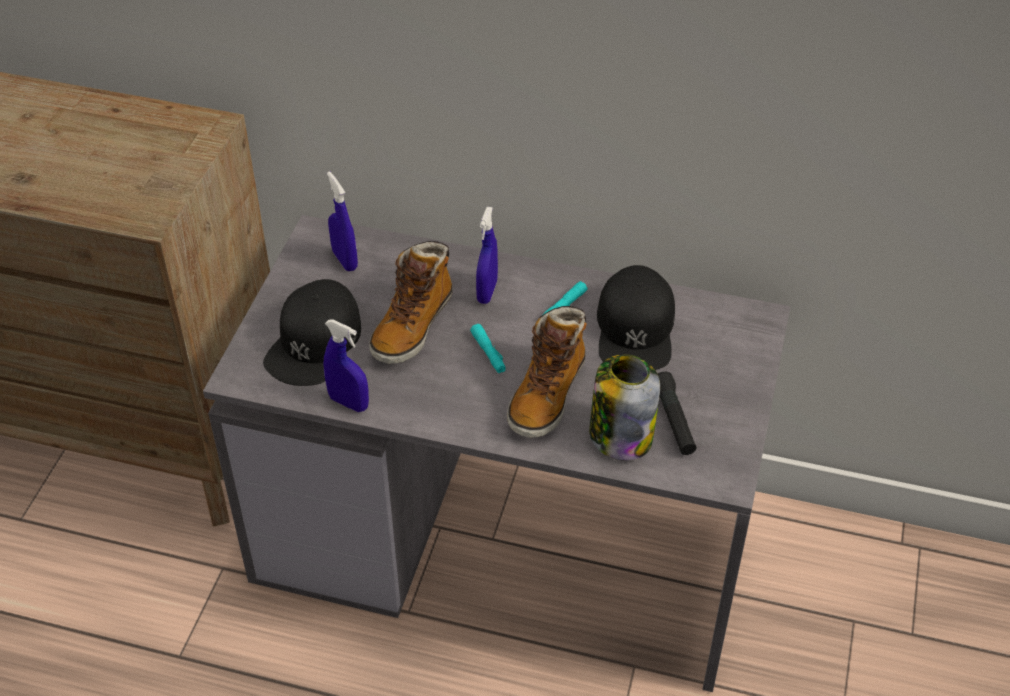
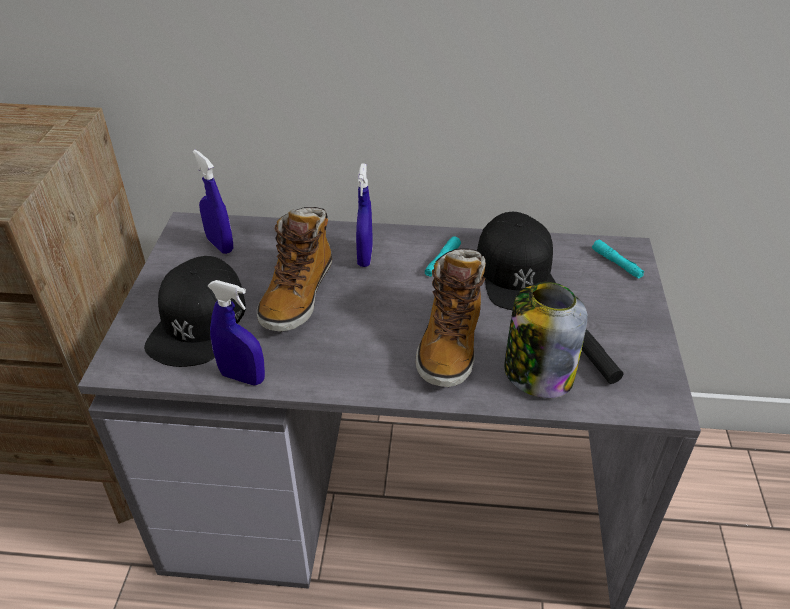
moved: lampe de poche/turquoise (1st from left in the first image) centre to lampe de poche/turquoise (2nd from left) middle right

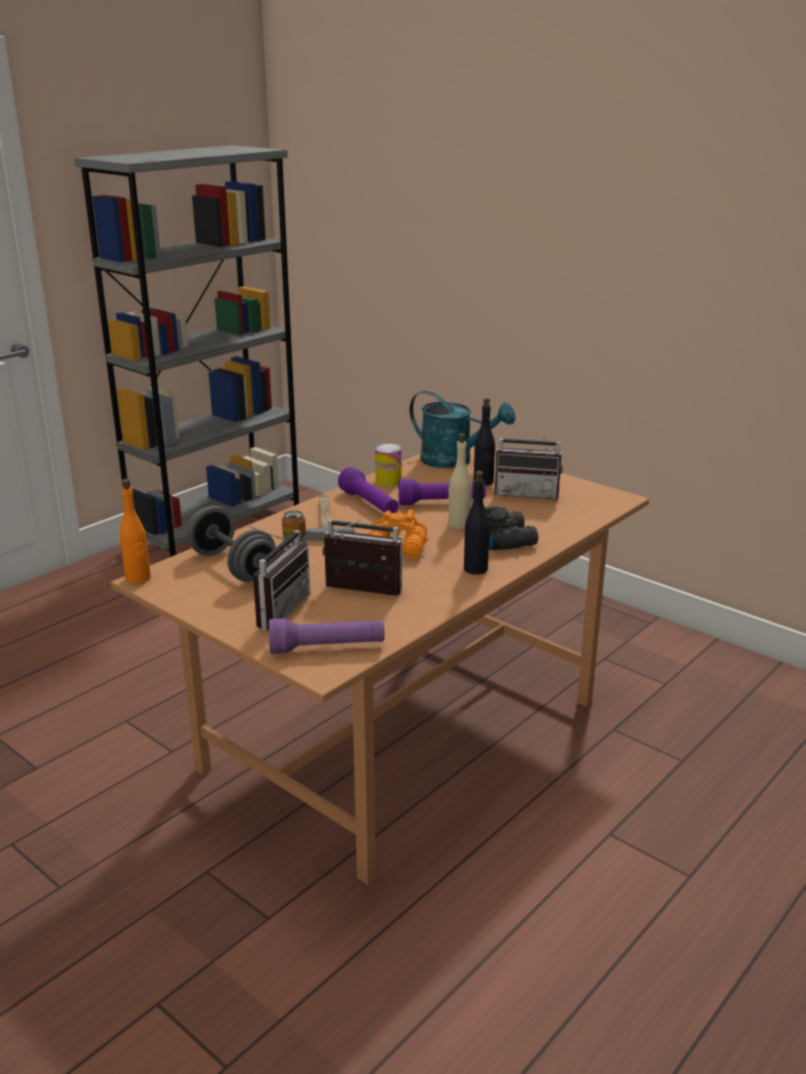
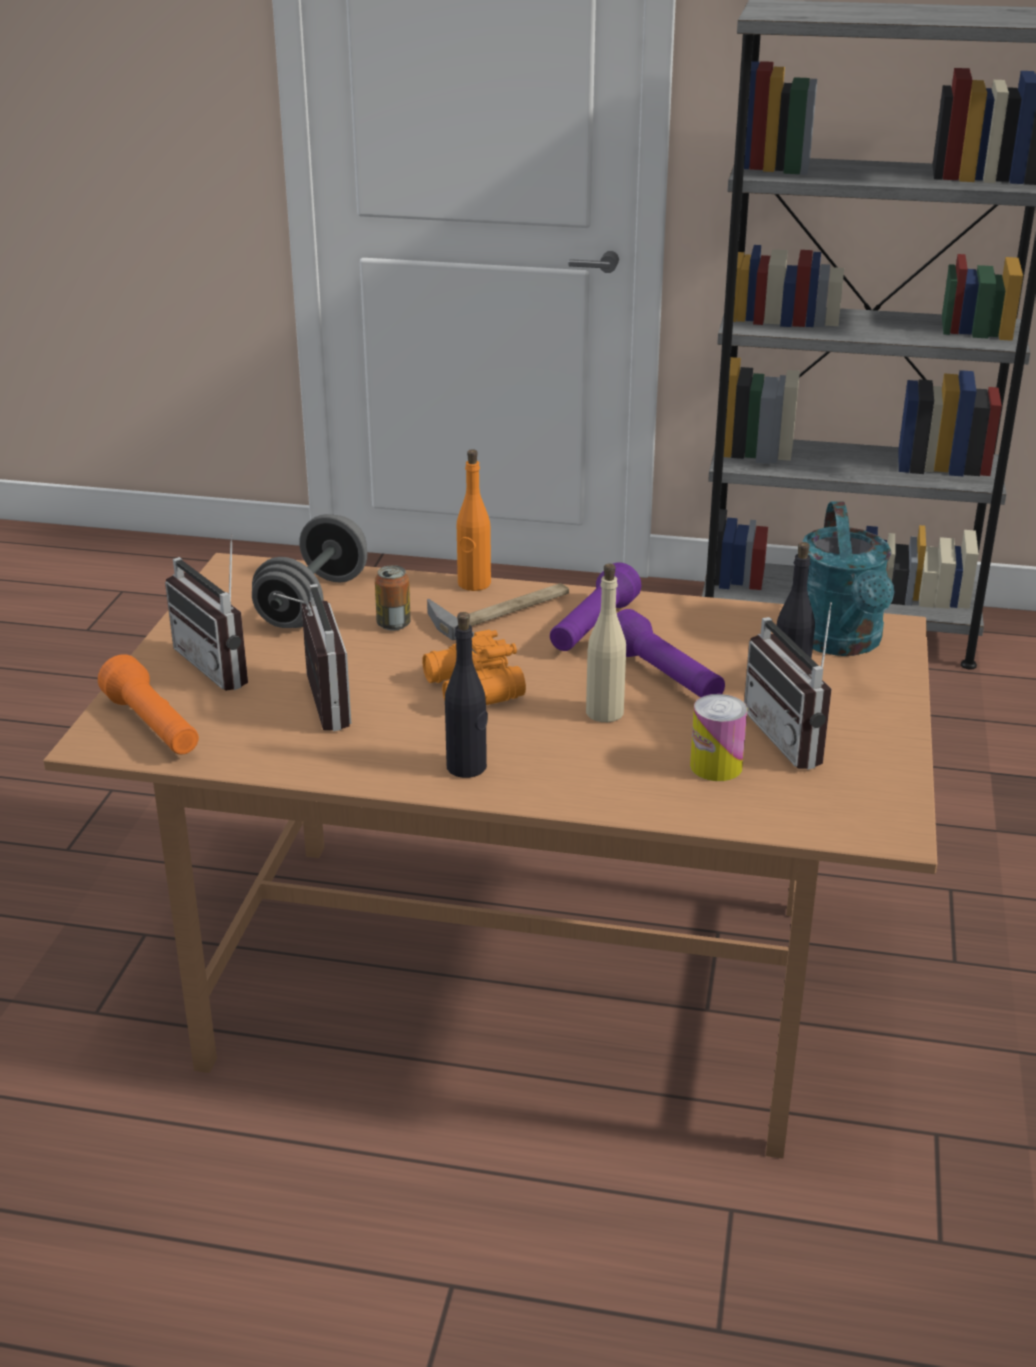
removed: jumelles/noir centre
moved: bouteille/orange middle left to centre; boîte métallique (2nd from left) centre to middle right
recoloured: lampe de poche/violet (1st from left) centre to lampe de poche/orange middle left
turned: radio (1st from left) centre = middle left 60 degrees clockwise

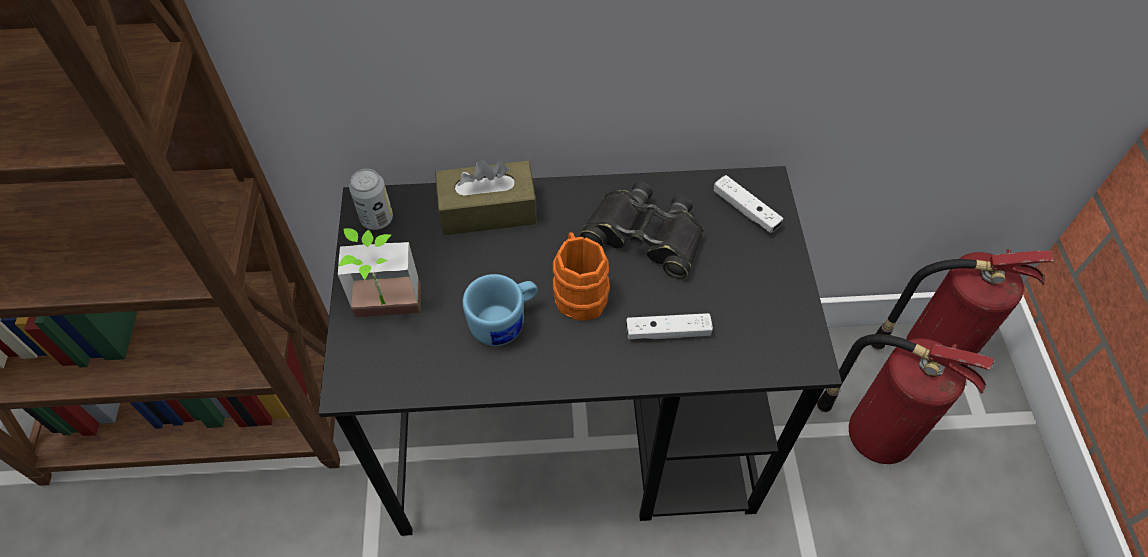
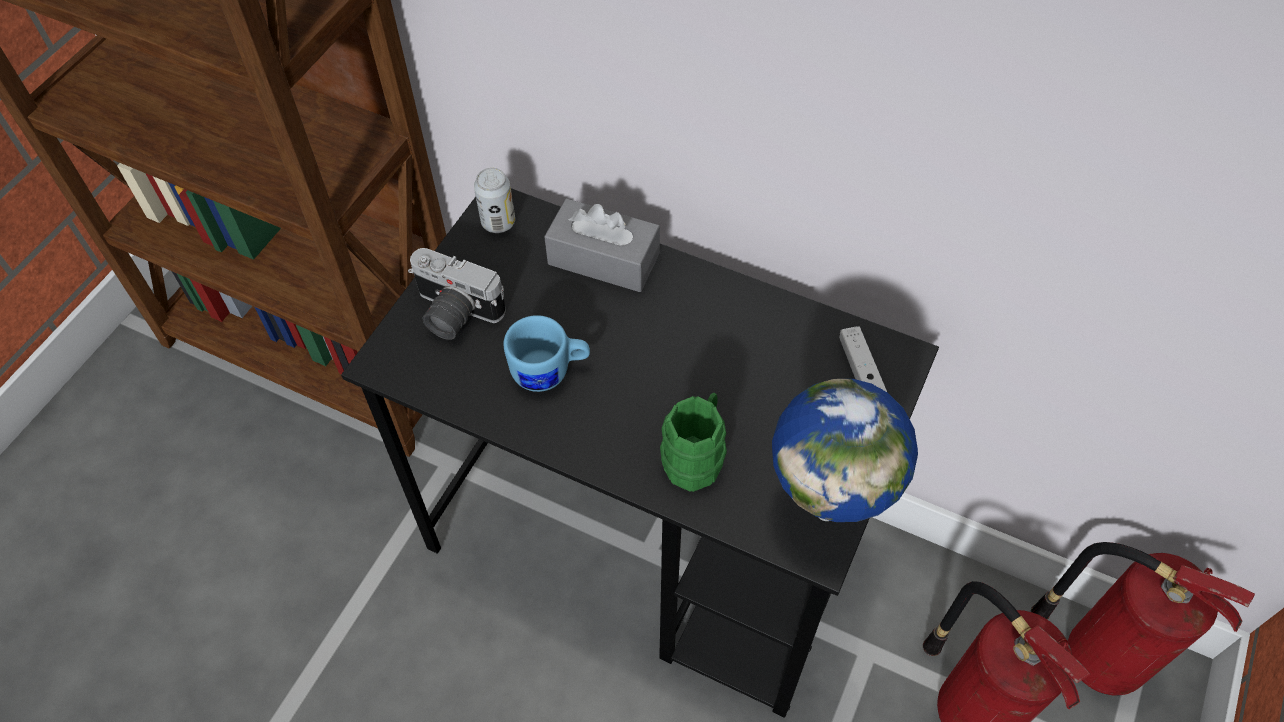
removed: mug/orange centre; jumelles/noir centre
added: globe centre
replaced: plante en pot middle left to appareil photo centre; manette/blanc (1st from left) centre to mug/vert centre
recoloured: boîte à mouchoirs/marron centre to boîte à mouchoirs/gris centre

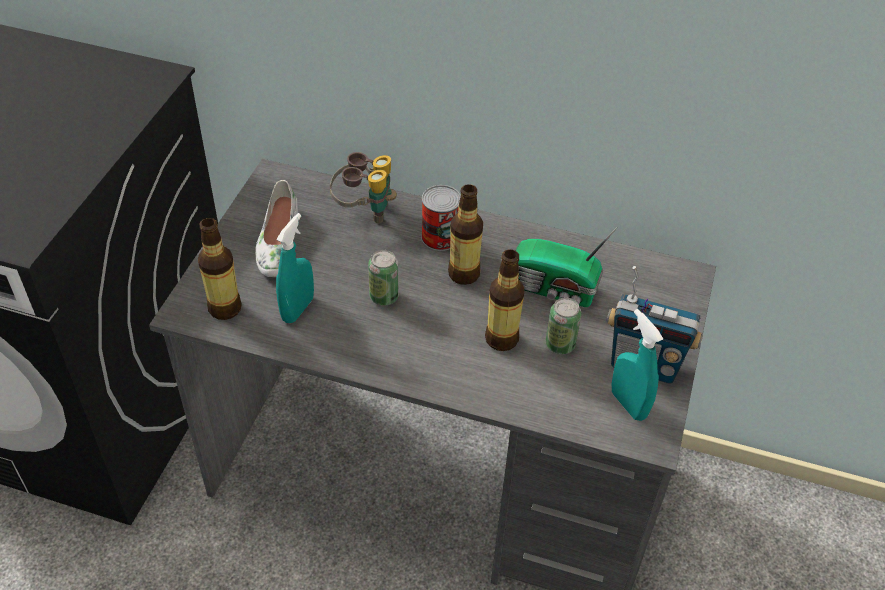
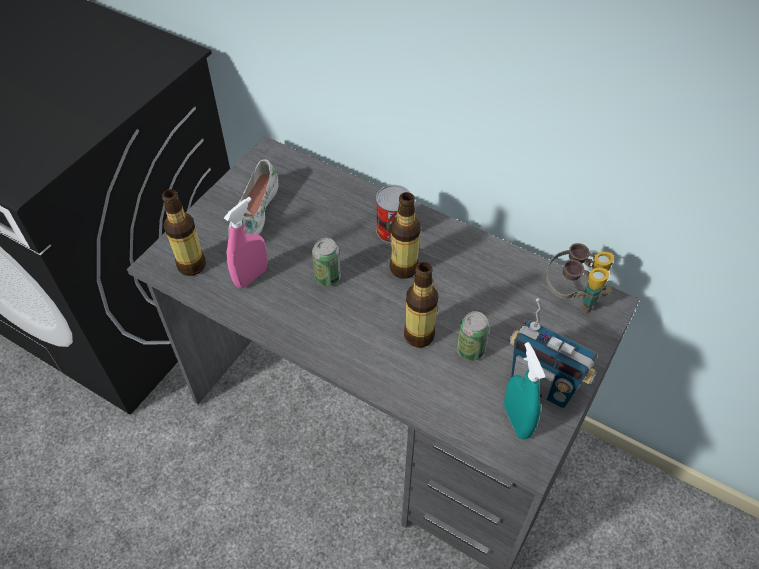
removed: radio (1st from left) centre
moved: jumelles top centre to middle right
recoloured: vaporisateur/turquoise (1st from left) centre to vaporisateur/rose middle left

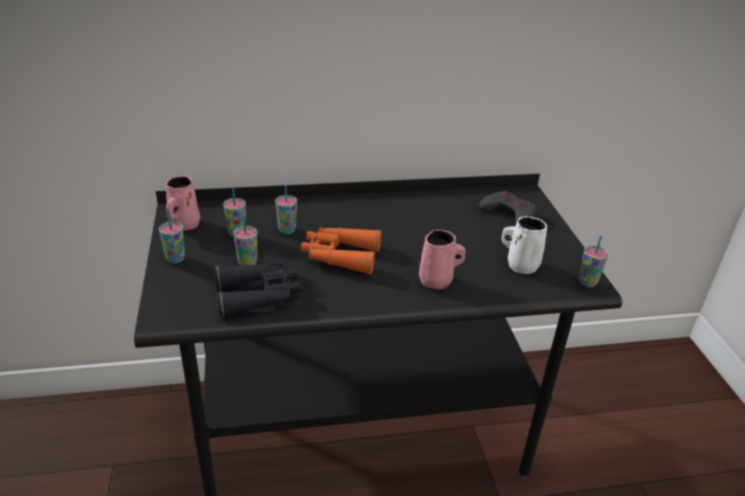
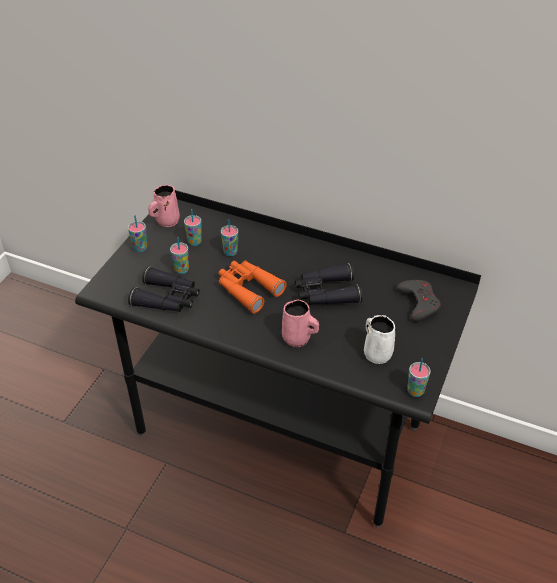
added: jumelles/noir (2nd from left) centre

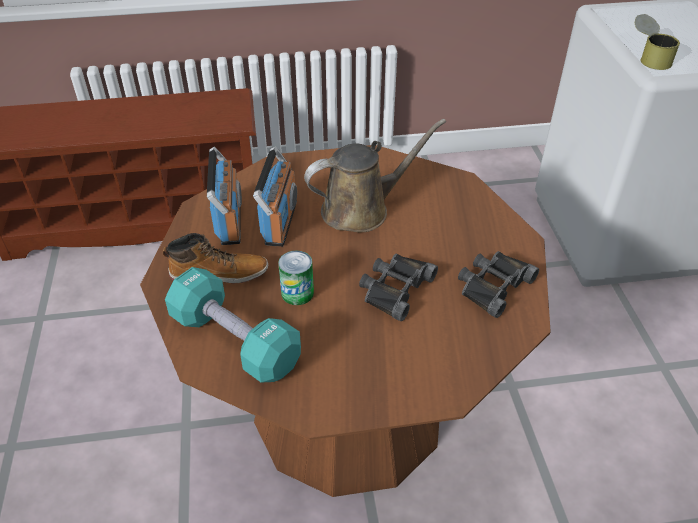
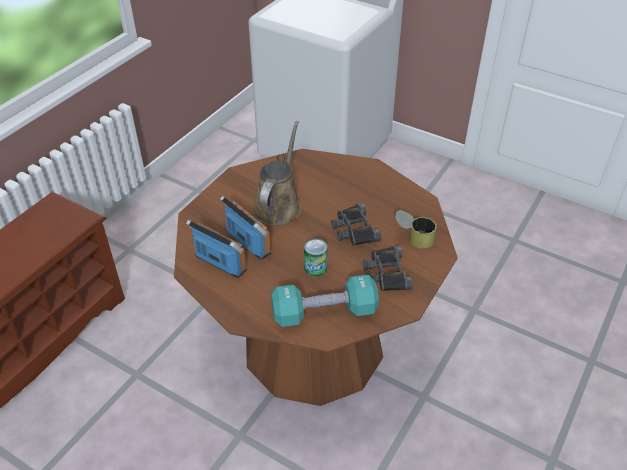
removed: botte middle left
moved: jumelles/noir (2nd from left) middle right to centre; boîte métallique (2nd from left) top right to centre

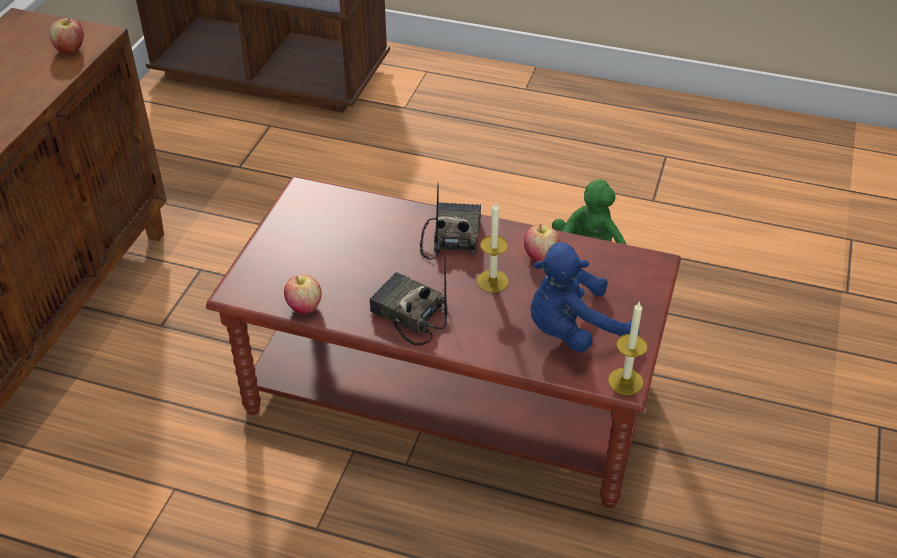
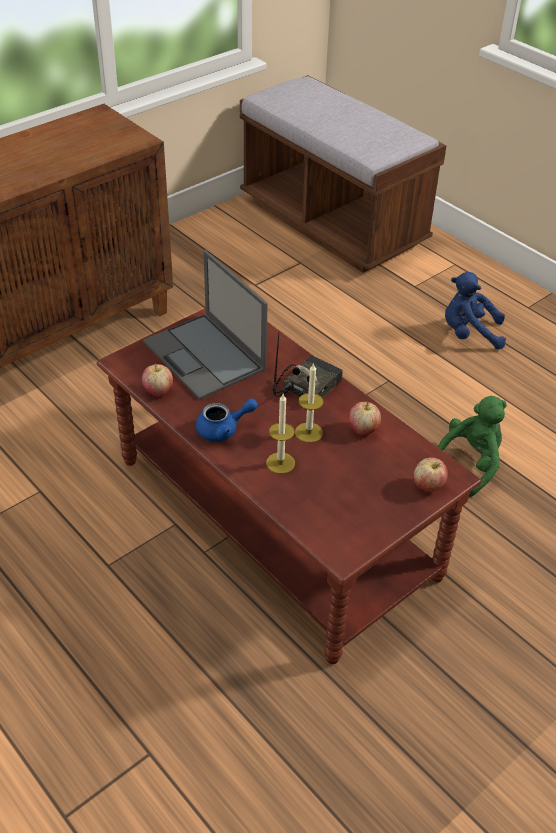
added: ordinateur portable centre
moved: bougie (2nd from left in the first image) middle right to bougie (1st from left) centre; pomme (1st from left in the first image) top left to pomme (3rd from left) middle right; peluche/bleu centre to middle right
replaced: radio (1st from left) centre to théière/bleu centre

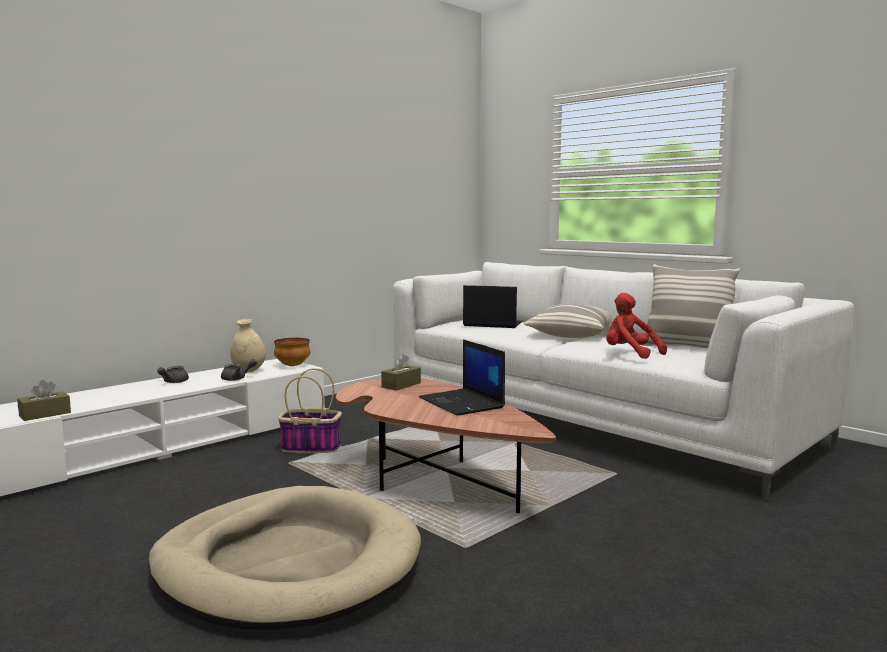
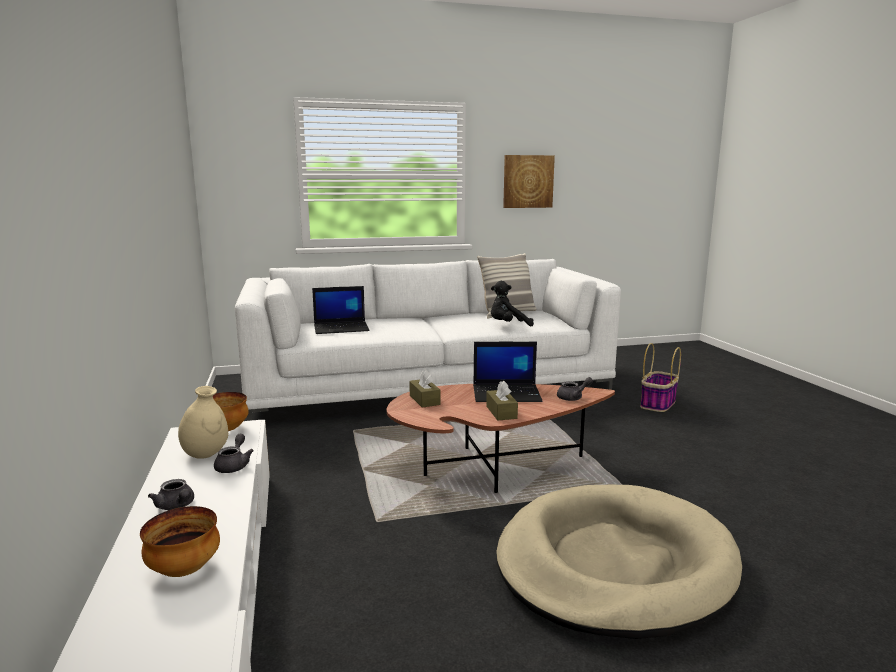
removed: coussin (1st from left) centre
added: bol (1st from left) bottom left; tableau top centre; théière/gris (3rd from left) centre
moved: boîte à mouchoirs/marron (1st from left in the first image) middle left to boîte à mouchoirs/marron (2nd from left) centre; panier centre to middle right
recoloured: peluche/rouge middle right to peluche/noir centre
turned: ordinateur portable (2nd from left in the first image) centre = centre 150 degrees counterclockwise

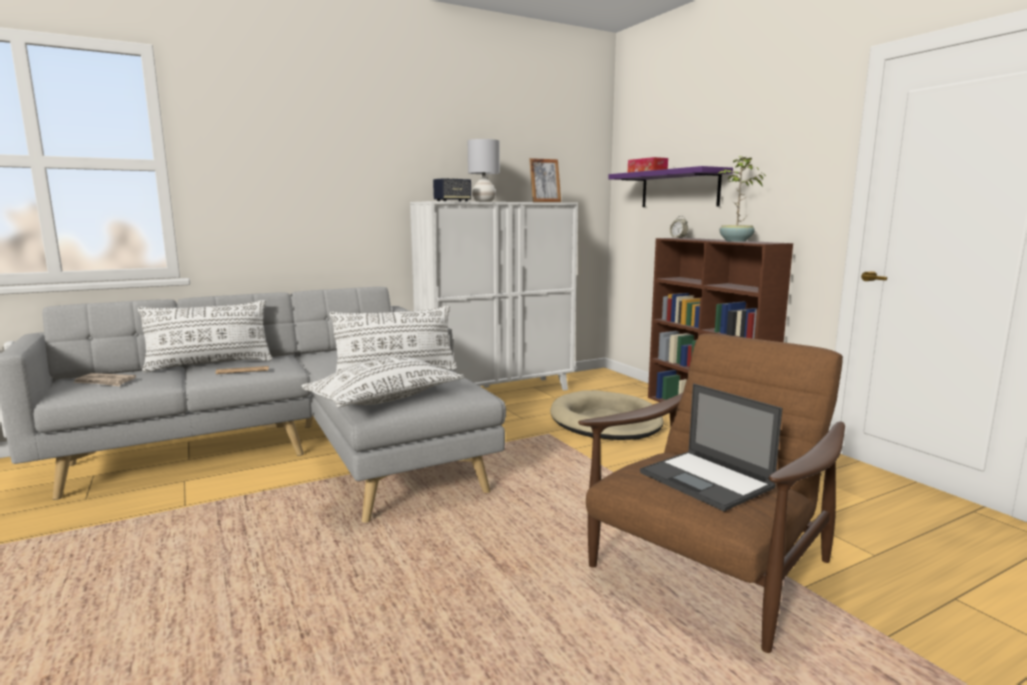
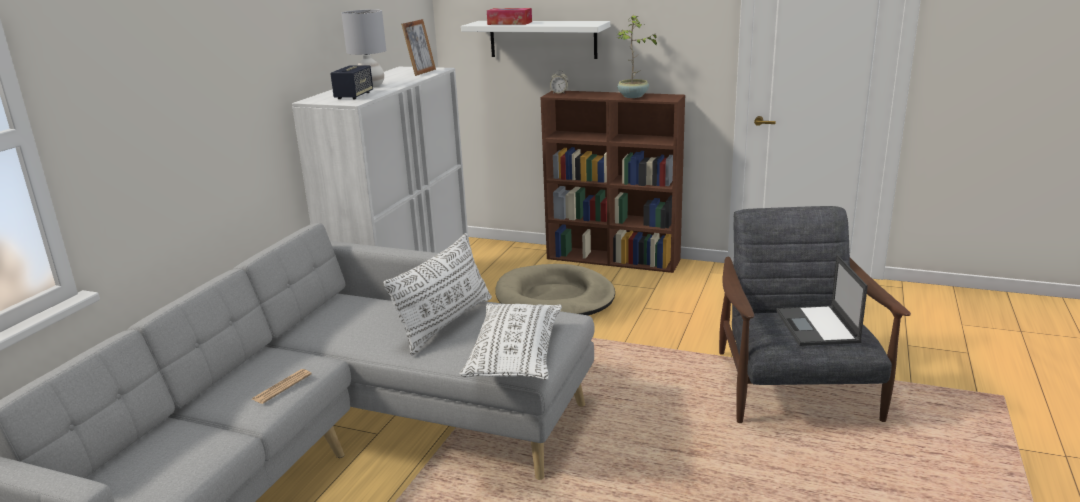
removed: journal (1st from left) middle left; coussin/blanc (1st from left) middle left
recoloured: étagère/violet top centre to étagère/blanc top centre; fauteuil/marron bottom right to fauteuil/gris middle right
turned: ordinateur portable middle right = middle right 75 degrees clockwise

